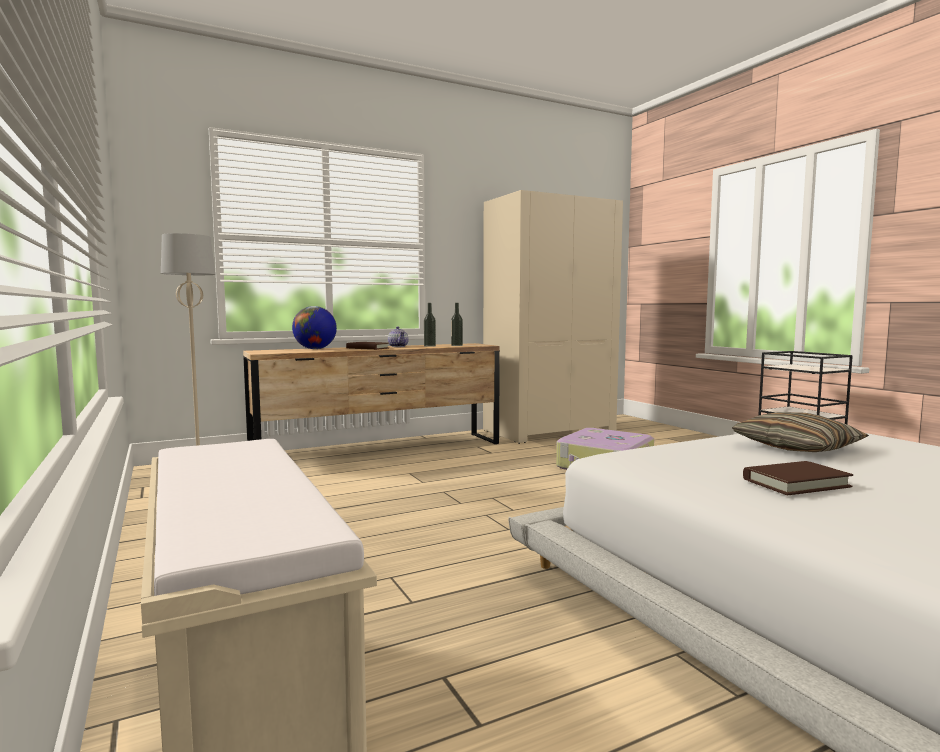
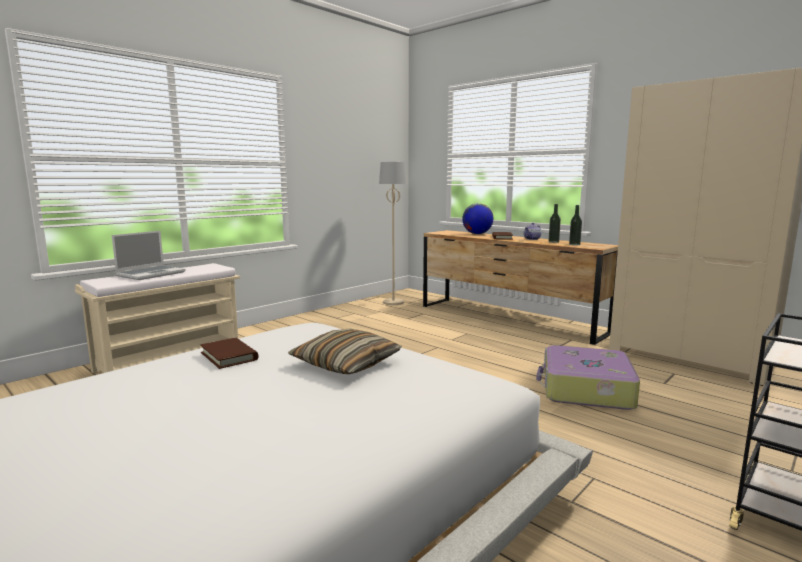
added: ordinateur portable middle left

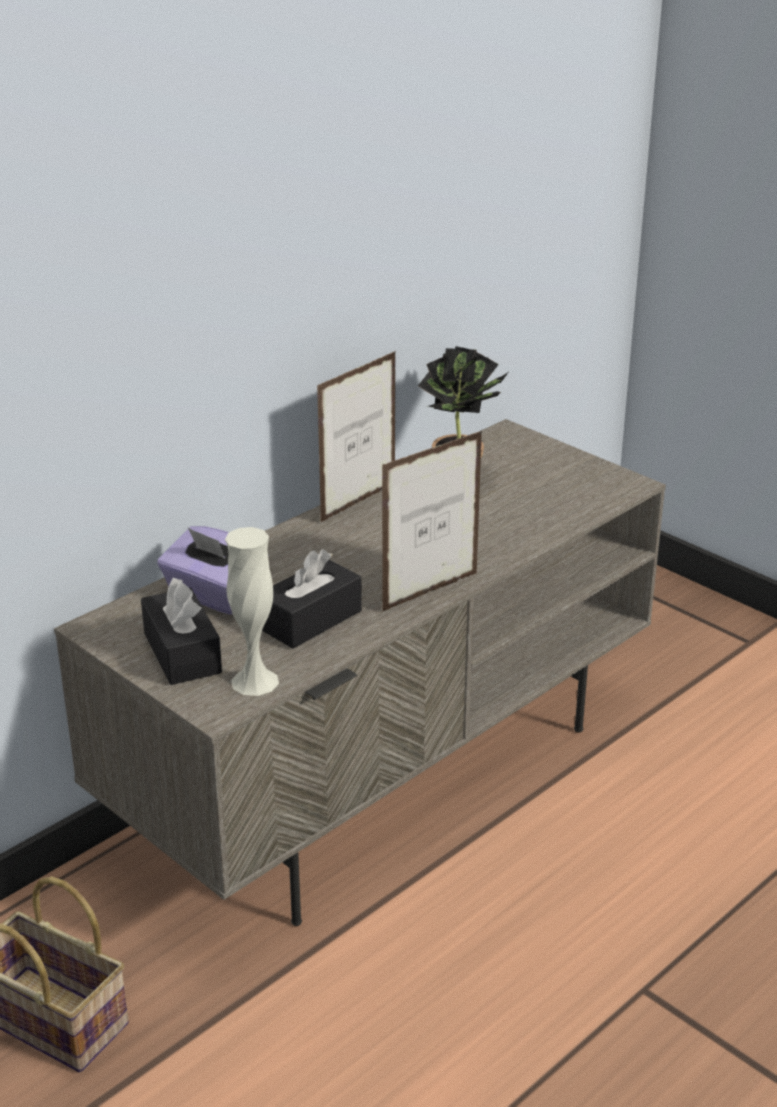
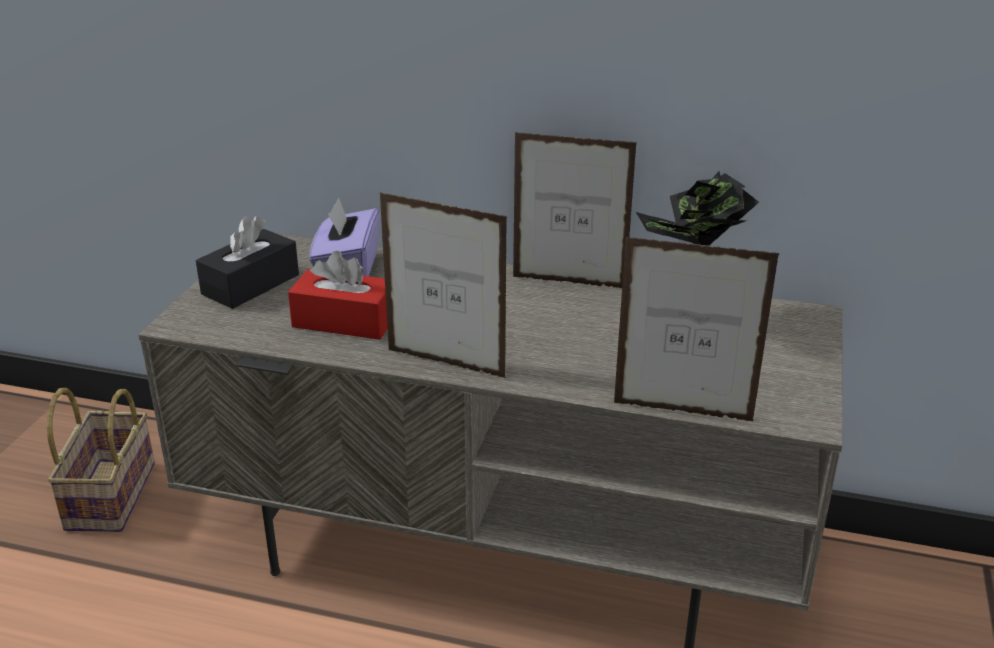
removed: vase/blanc middle left
added: cadre photo (3rd from left) middle right
recoloured: boîte à mouchoirs/noir (2nd from left) centre to boîte à mouchoirs/rouge centre

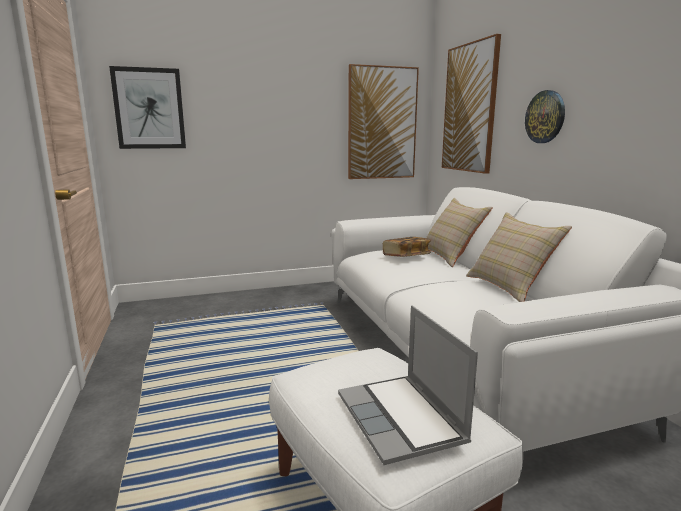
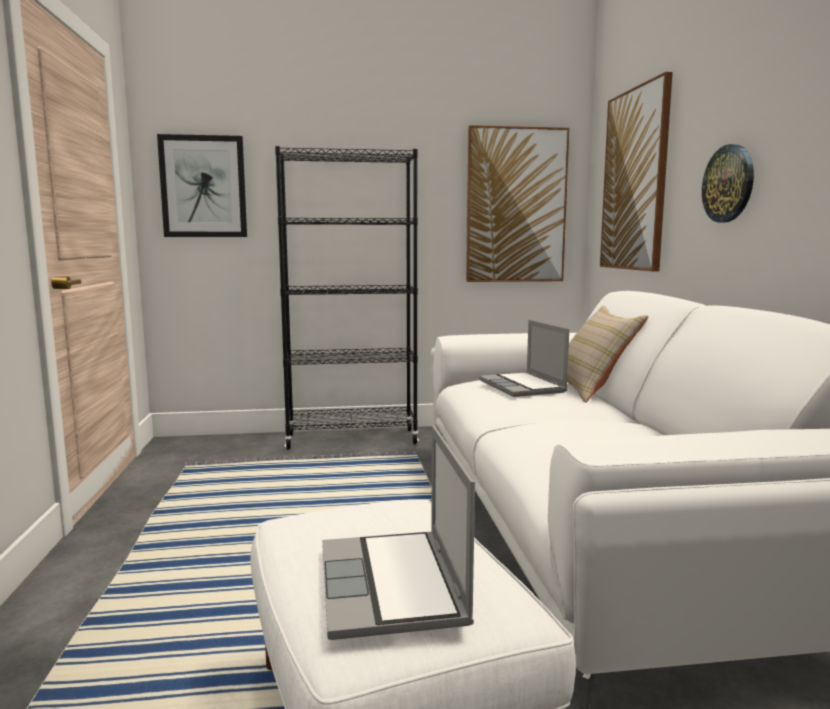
removed: coussin/beige (2nd from left) middle right
added: bibliothèque/noir centre
replaced: livre centre to ordinateur portable (2nd from left) centre

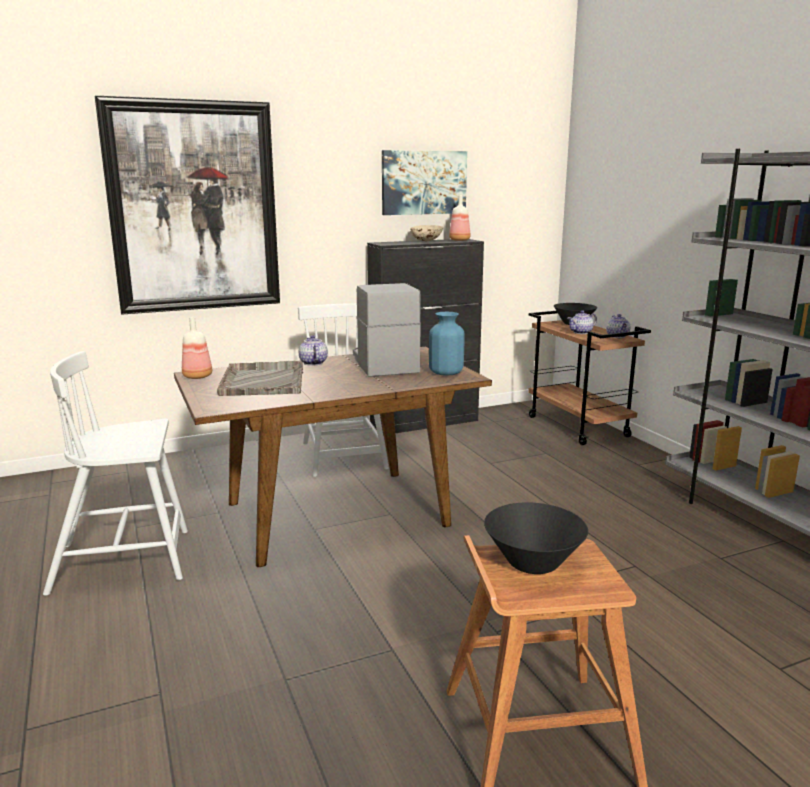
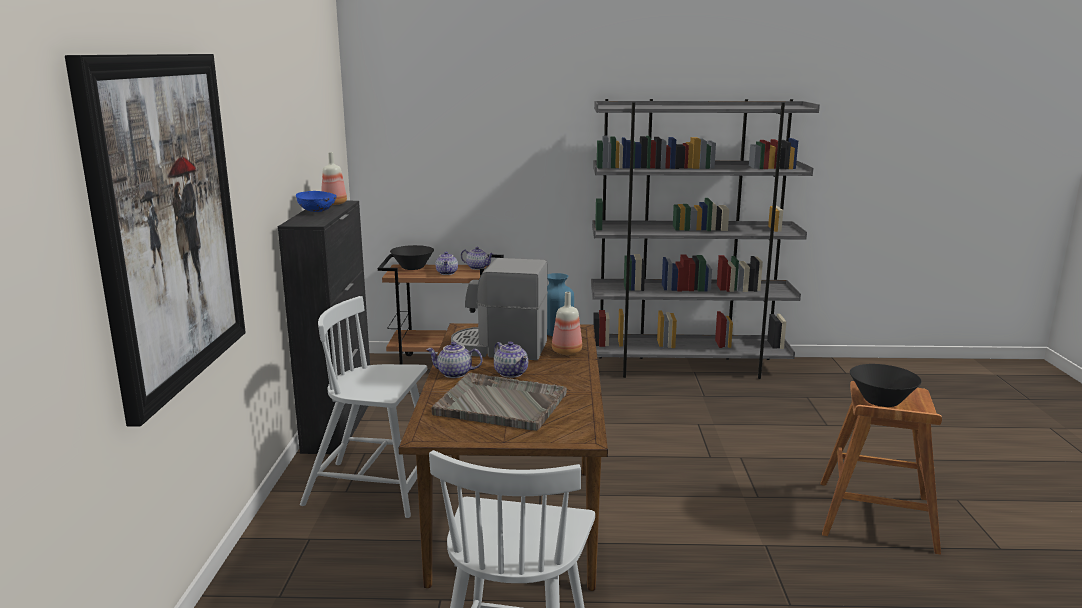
removed: tableau (2nd from left) top centre
added: théière (4th from left) centre
moved: bouteille (1st from left in the first image) middle left to bouteille (2nd from left) centre
recoloured: bol/beige top centre to bol/bleu top left

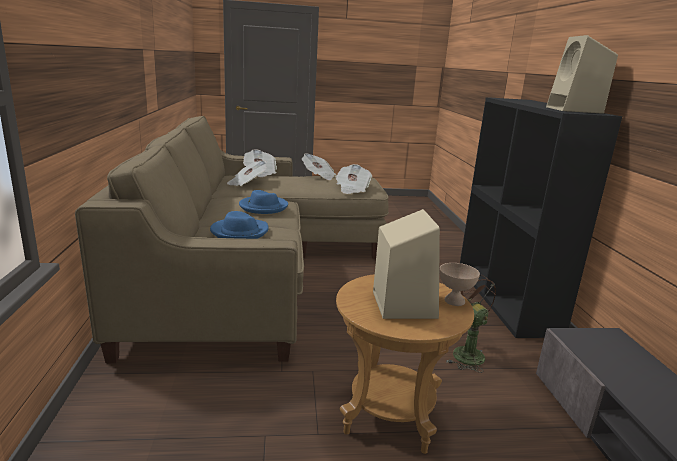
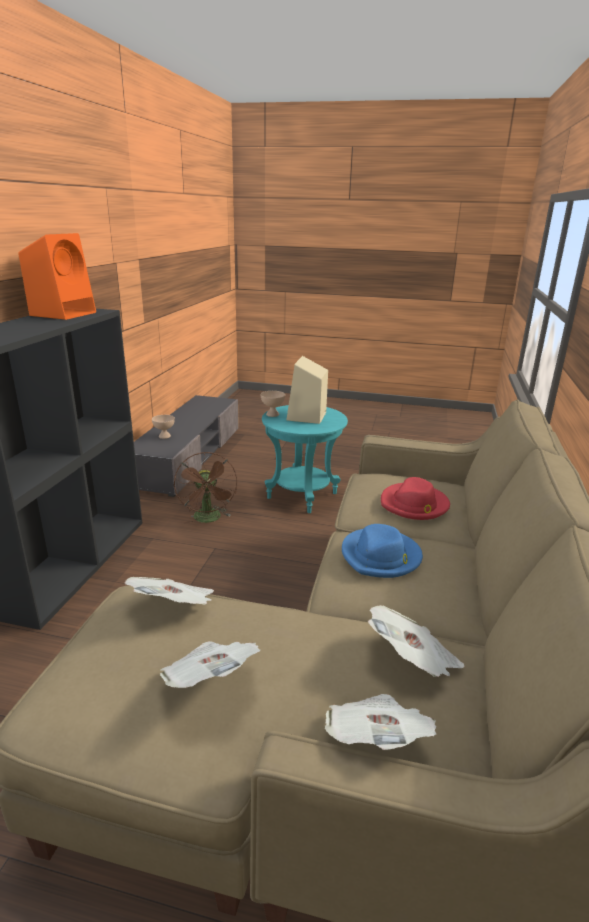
added: bol/beige (1st from left) middle left
recoloured: enceinte/beige (2nd from left) top right to enceinte/orange top left; table d'appoint/marron bottom centre to table d'appoint/turquoise centre; chapeau/bleu (1st from left) centre to chapeau/rouge middle right

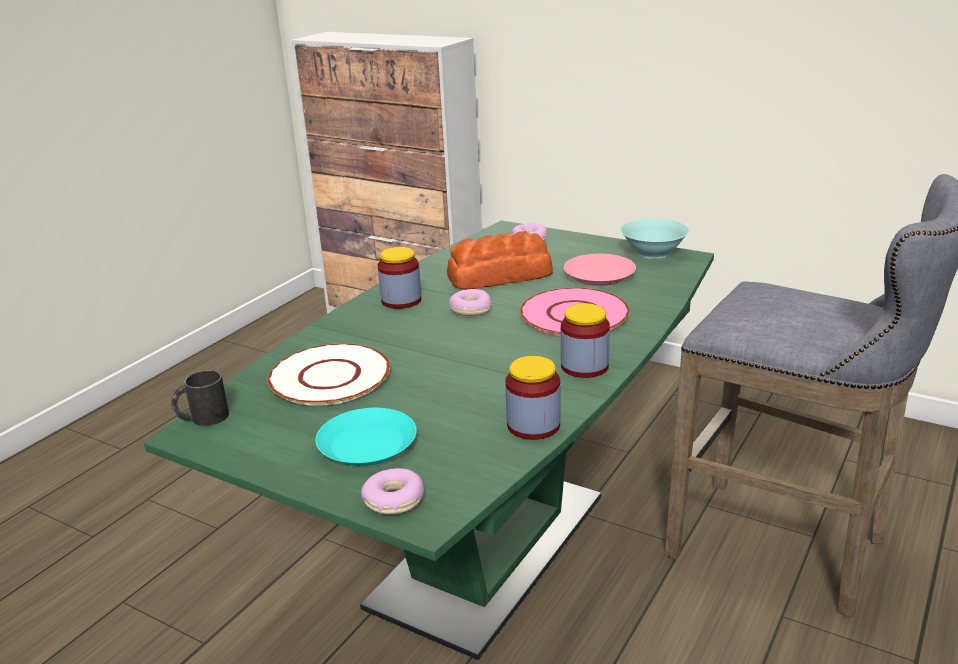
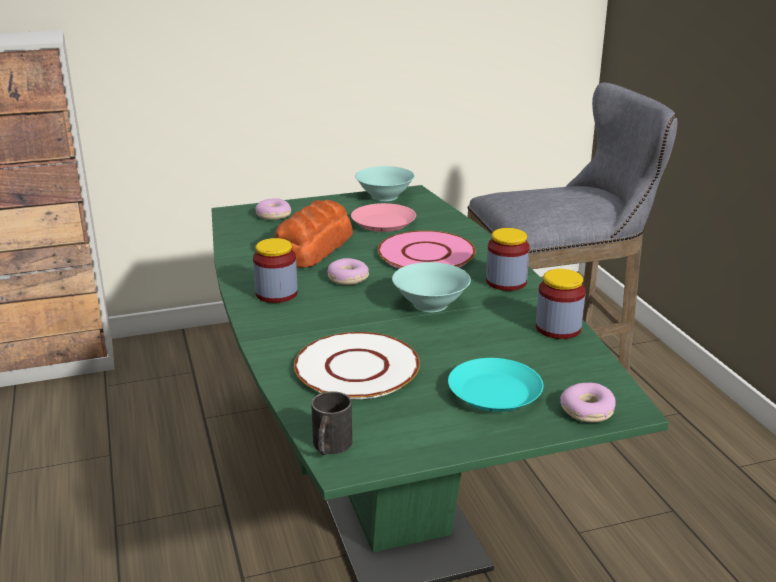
added: bol/turquoise (2nd from left) centre

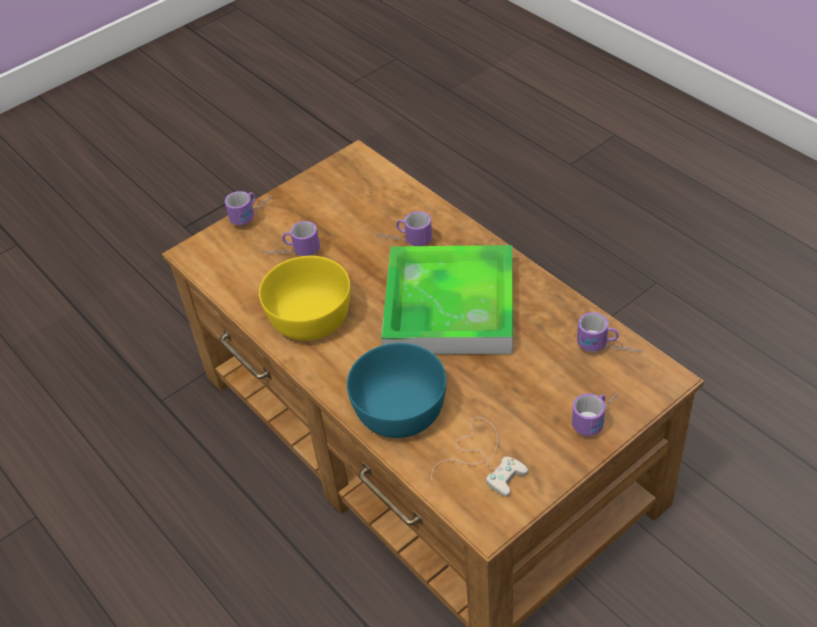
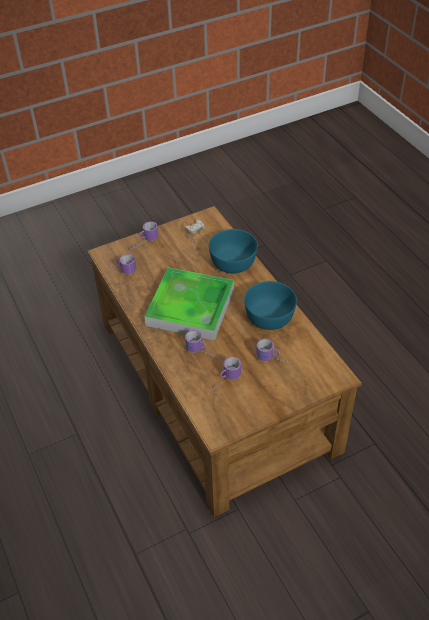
moved: mug (1st from left in the first image) top left to mug (4th from left) centre
recoloured: bol/jaune centre to bol/turquoise (2nd from left) centre

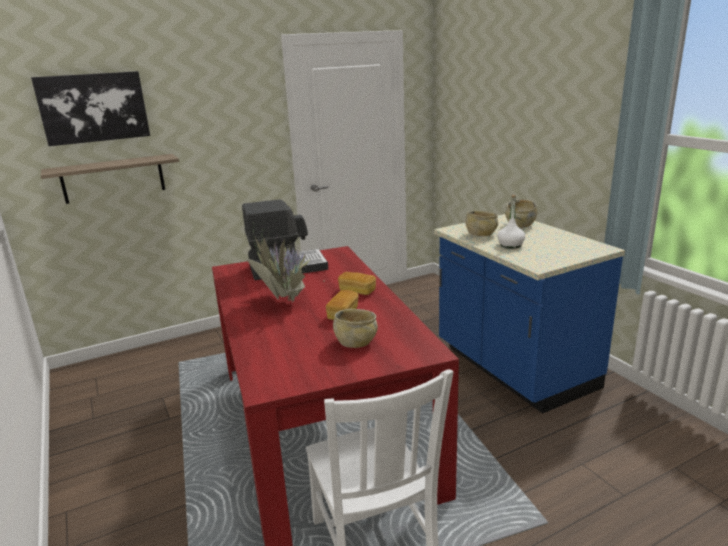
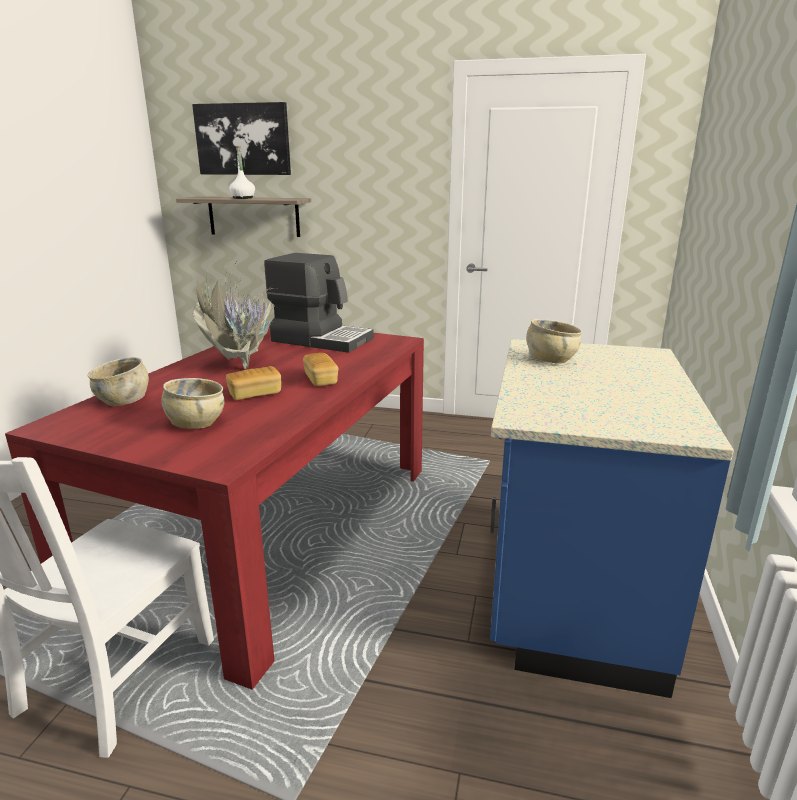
moved: bol/beige (3rd from left in the first image) middle right to bol/beige (1st from left) middle left; bouteille/blanc middle right to top left

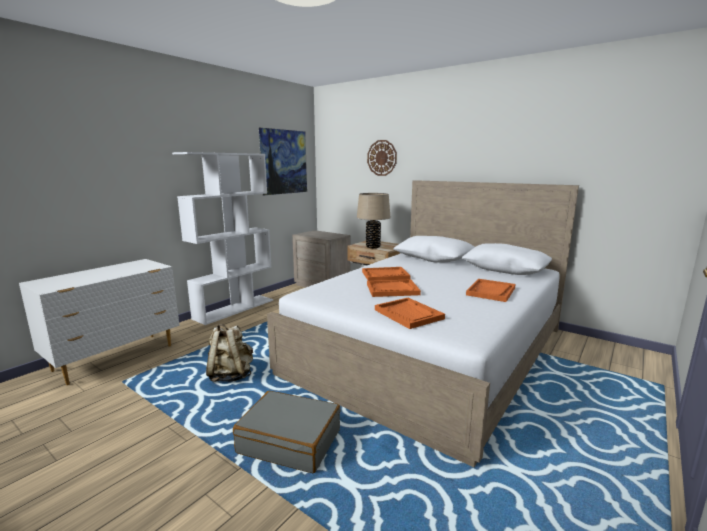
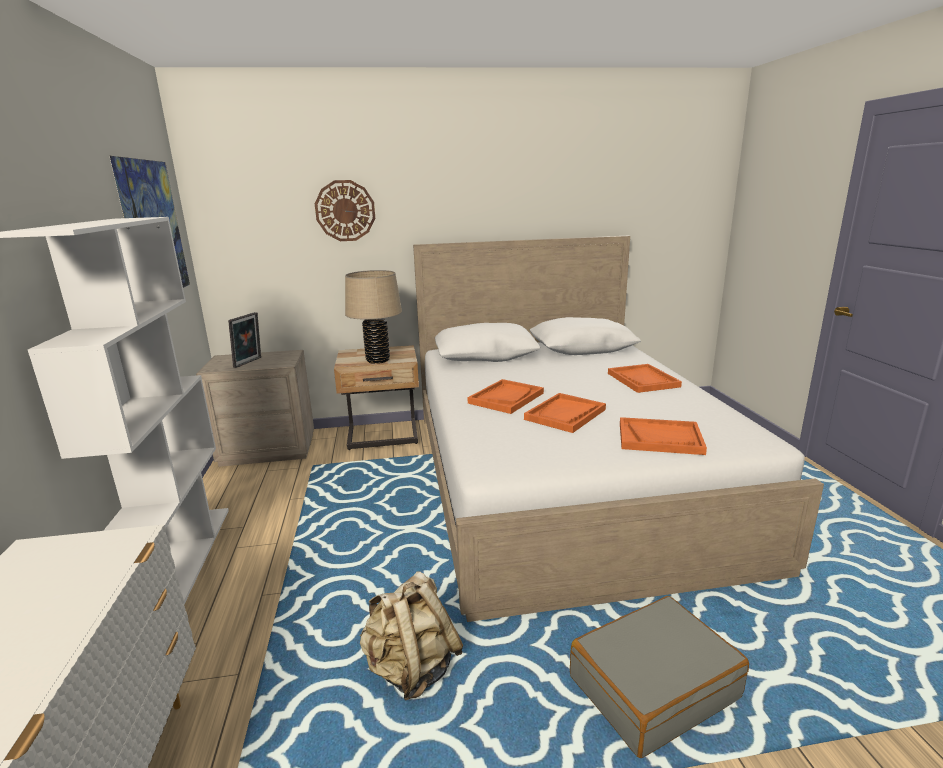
added: cadre photo middle left

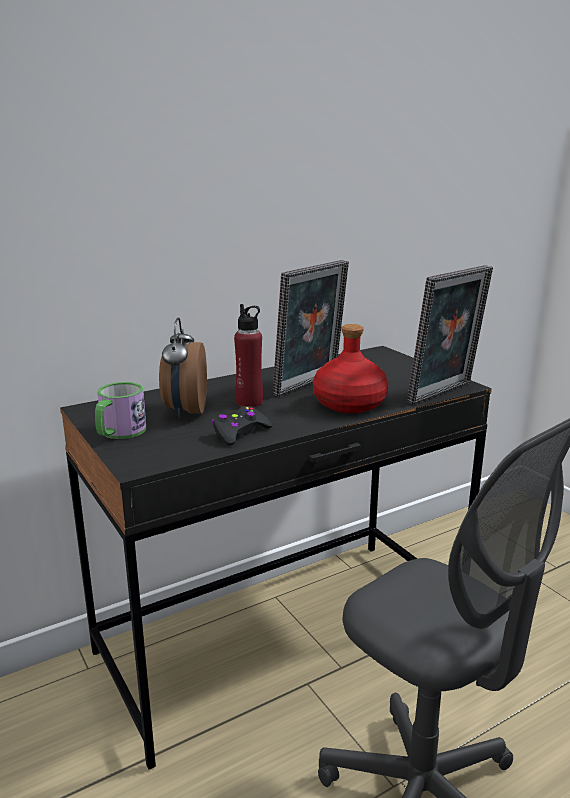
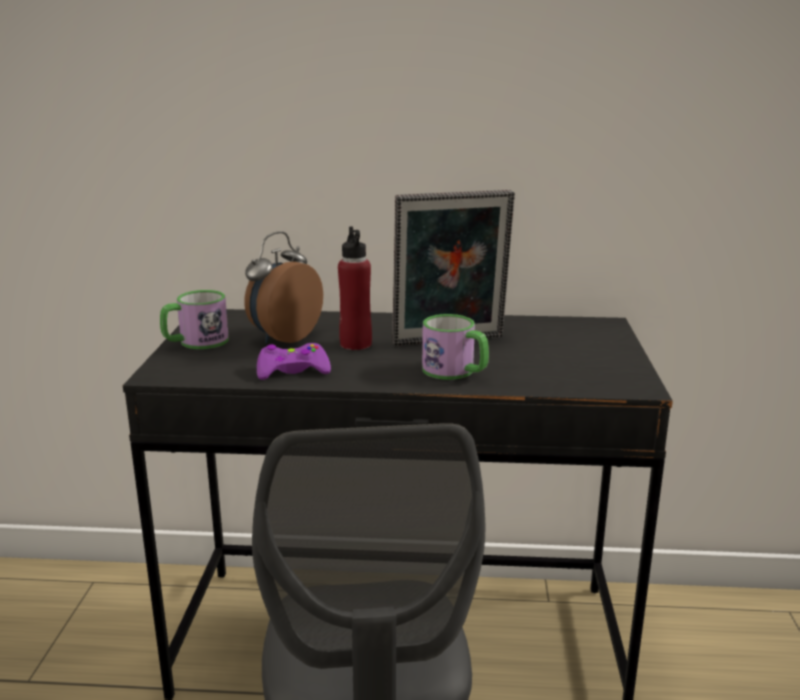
removed: cadre photo (2nd from left) middle right
replaced: bouteille/rouge (2nd from left) centre to mug (2nd from left) centre
recoloured: manette/noir centre to manette/violet centre

